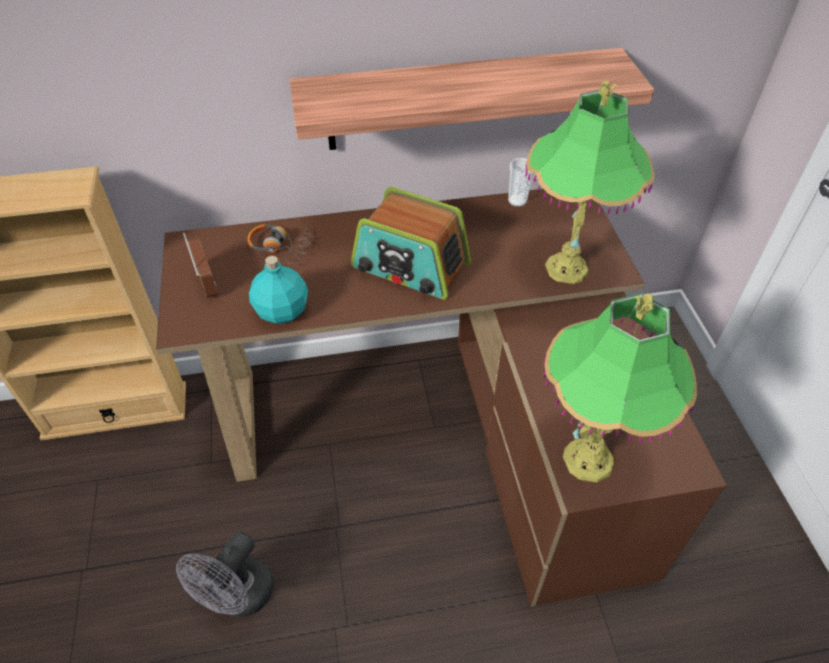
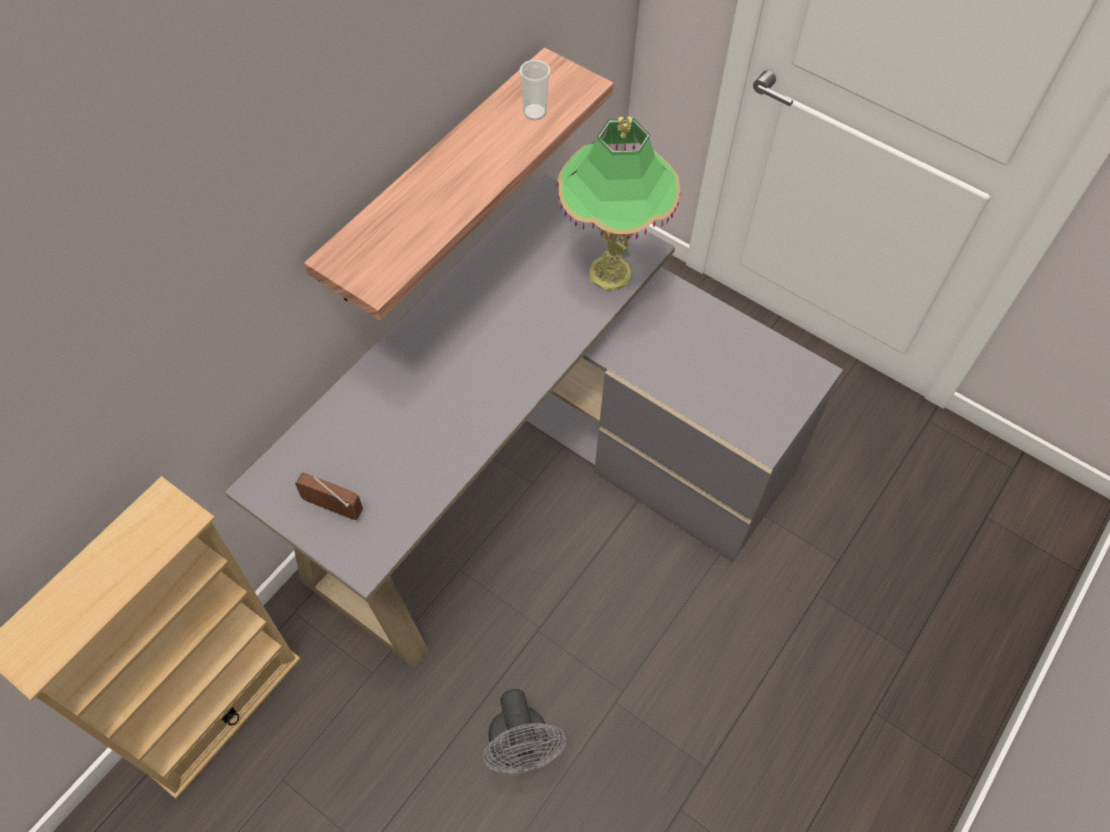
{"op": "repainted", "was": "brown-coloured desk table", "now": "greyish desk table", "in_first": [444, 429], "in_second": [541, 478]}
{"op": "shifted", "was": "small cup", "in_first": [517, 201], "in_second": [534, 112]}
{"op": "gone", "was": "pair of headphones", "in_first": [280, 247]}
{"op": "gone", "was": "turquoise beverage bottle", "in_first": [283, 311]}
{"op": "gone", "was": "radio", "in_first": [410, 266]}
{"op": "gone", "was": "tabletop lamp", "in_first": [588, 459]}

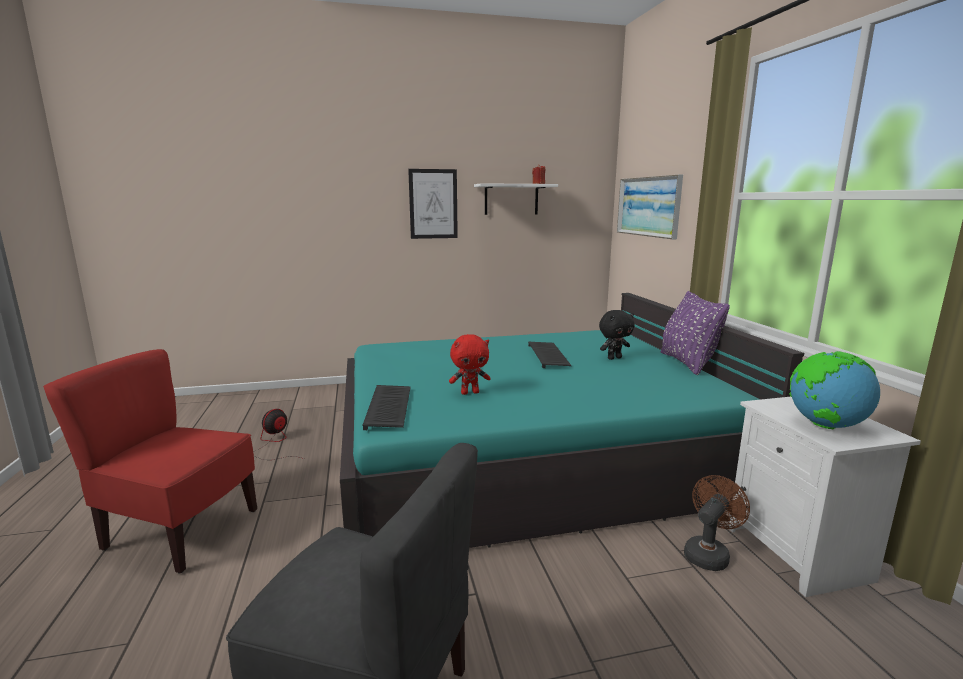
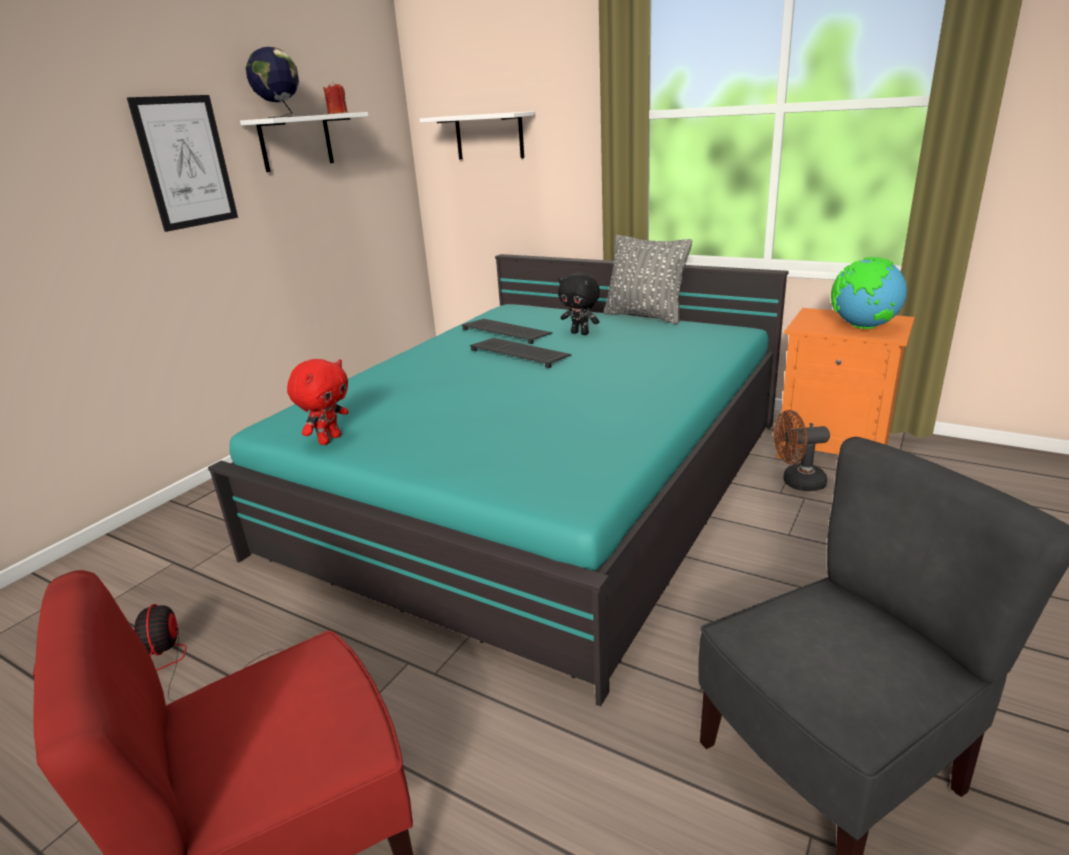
{"op": "new", "now": "desk globe", "in_second": [281, 117]}
{"op": "shifted", "was": "reddish soft toy", "in_first": [470, 392], "in_second": [329, 439]}
{"op": "swapped", "was": "wall art", "now": "white-coloured bracket shelf", "in_first": [648, 206], "in_second": [489, 136]}
{"op": "shifted", "was": "computer keyboard", "in_first": [389, 408], "in_second": [507, 332]}
{"op": "rotated", "was": "black-coloured soft toy", "in_first": [614, 358], "in_second": [580, 333], "clockwise": 105}
{"op": "repainted", "was": "purplish pillow", "now": "greyish pillow", "in_first": [687, 363], "in_second": [645, 316]}
{"op": "rotated", "was": "brown-coloured fan", "in_first": [708, 553], "in_second": [797, 483], "clockwise": -90}
{"op": "repainted", "was": "white-coloured nightstand", "now": "orange-coloured nightstand", "in_first": [800, 554], "in_second": [834, 450]}

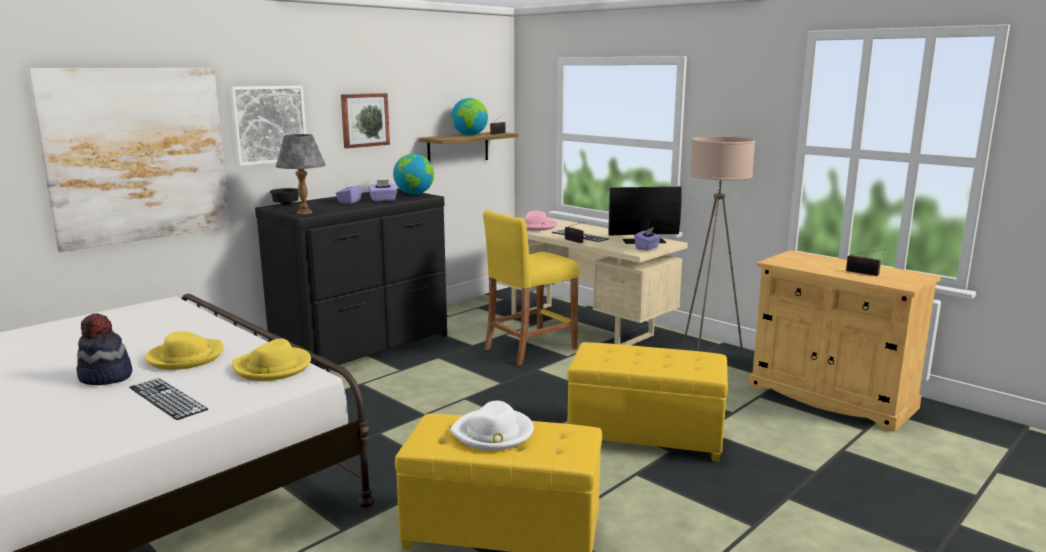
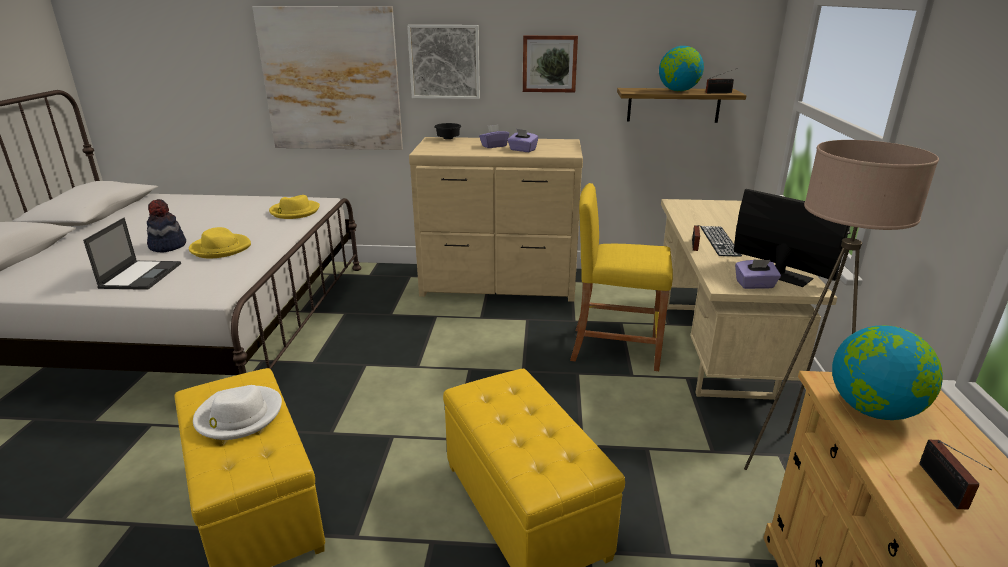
{"op": "swapped", "was": "computer keyboard", "now": "notebook computer", "in_first": [167, 398], "in_second": [141, 275]}
{"op": "shifted", "was": "yellow-coloured hat", "in_first": [272, 368], "in_second": [294, 211]}
{"op": "repainted", "was": "black-coloured dresser", "now": "beige dresser", "in_first": [364, 346], "in_second": [499, 284]}
{"op": "shifted", "was": "desk globe", "in_first": [414, 194], "in_second": [873, 410]}
{"op": "gone", "was": "greyish tabletop lamp", "in_first": [304, 213]}
{"op": "gone", "was": "pinkish hat", "in_first": [535, 226]}

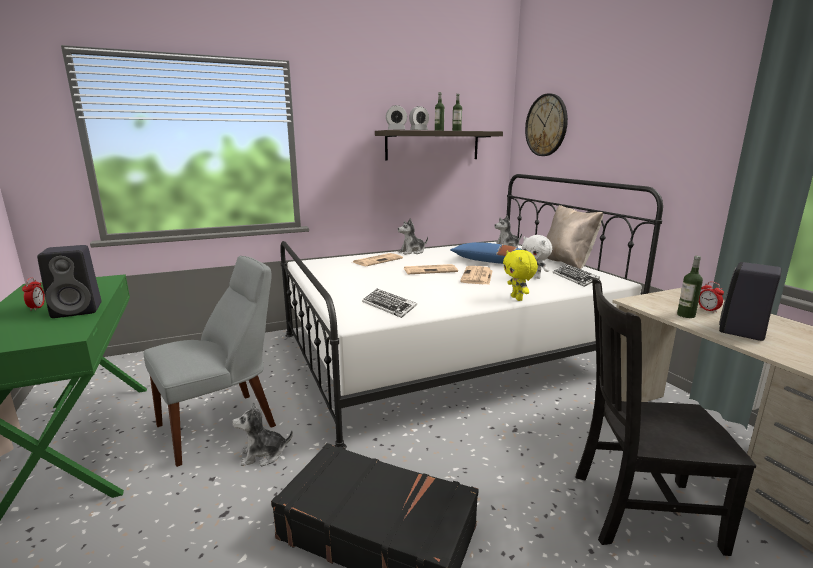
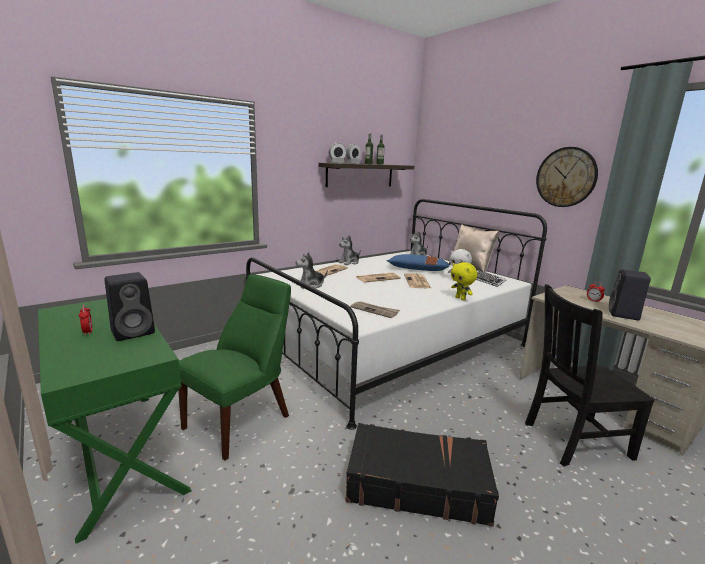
{"op": "repainted", "was": "greyish chair", "now": "green chair", "in_first": [222, 424], "in_second": [241, 420]}
{"op": "shifted", "was": "soft toy", "in_first": [263, 455], "in_second": [311, 285]}
{"op": "swapped", "was": "computer keyboard", "now": "printed paper", "in_first": [389, 307], "in_second": [375, 310]}
{"op": "shifted", "was": "wall clock", "in_first": [546, 125], "in_second": [566, 177]}
{"op": "gone", "was": "beverage bottle", "in_first": [686, 315]}

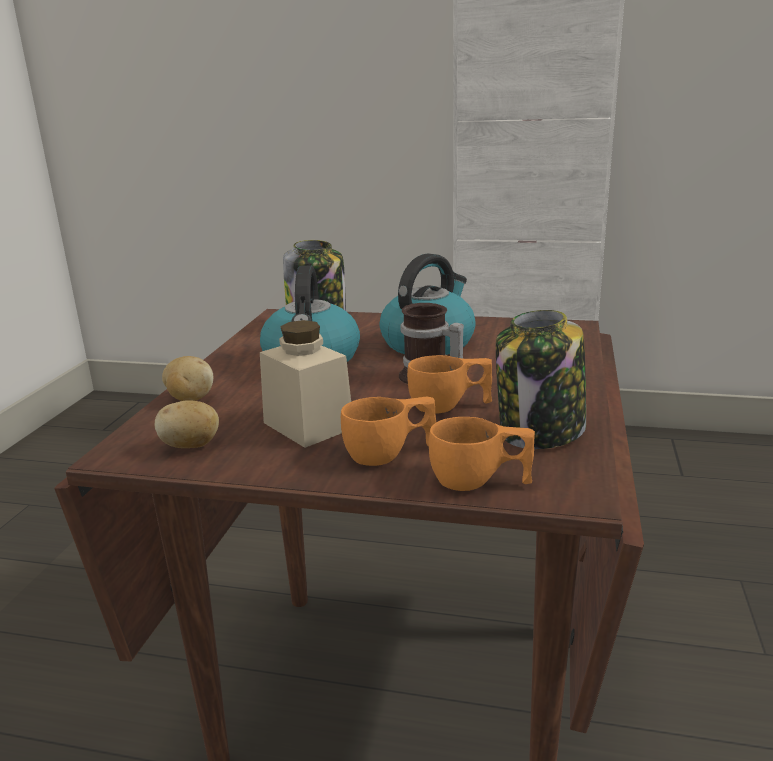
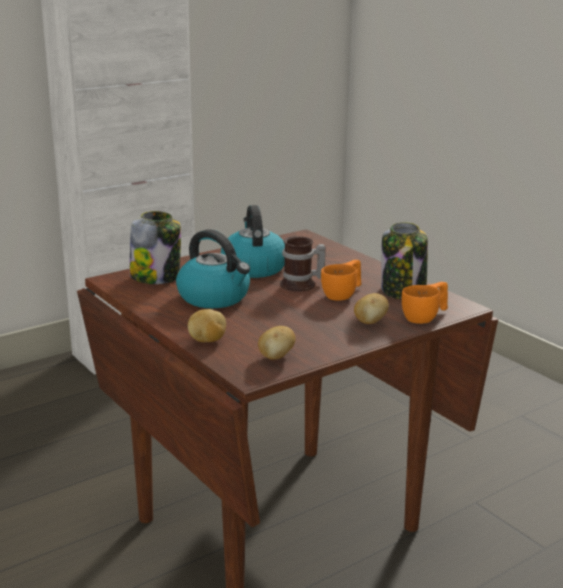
{"op": "swapped", "was": "orange-coloured small cup", "now": "whole potato", "in_first": [390, 454], "in_second": [370, 322]}
{"op": "gone", "was": "beige storage jar", "in_first": [308, 425]}

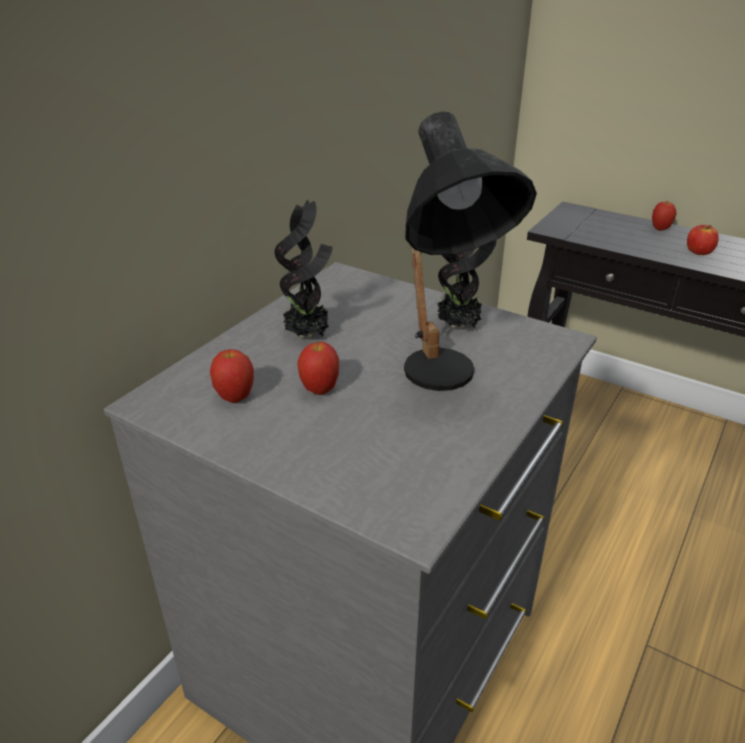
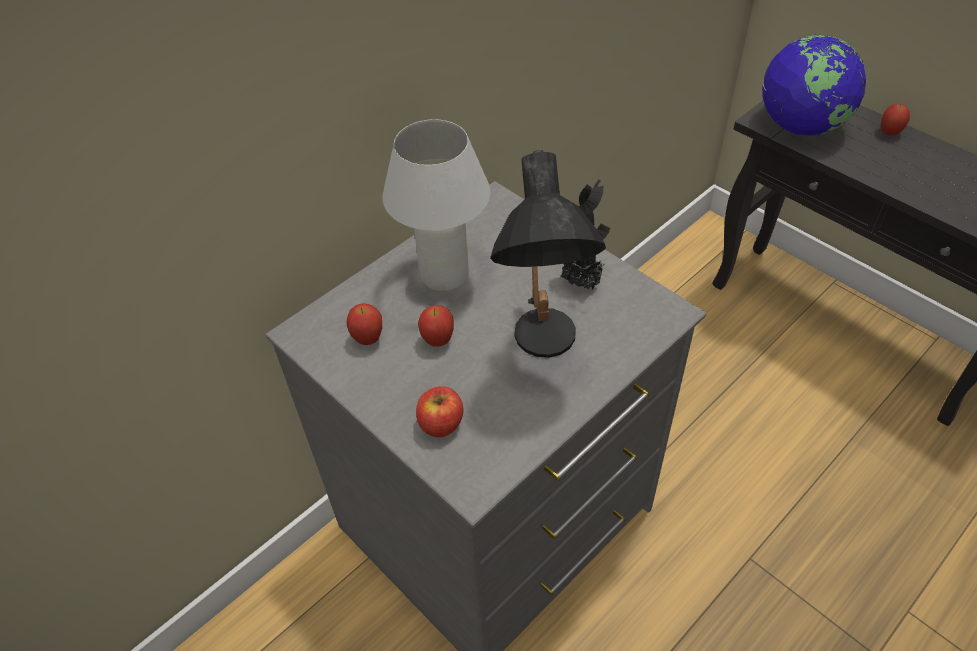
{"op": "swapped", "was": "potted plant", "now": "white-coloured tabletop lamp", "in_first": [308, 335], "in_second": [445, 276]}
{"op": "shifted", "was": "apple", "in_first": [699, 252], "in_second": [441, 423]}
{"op": "new", "now": "desk globe", "in_second": [801, 126]}

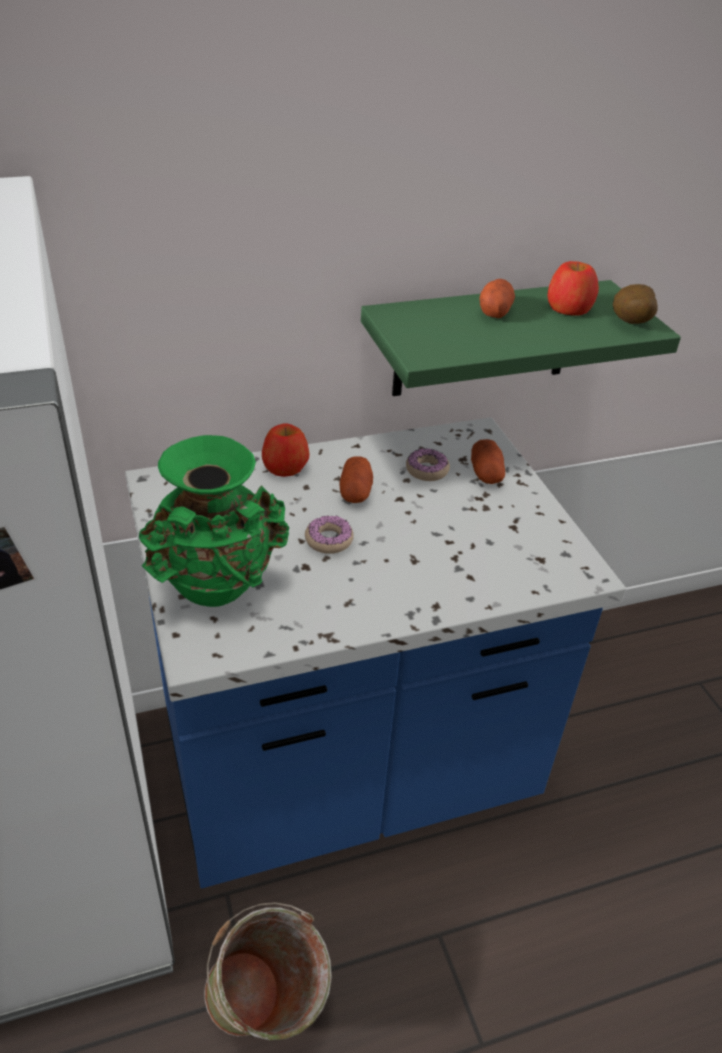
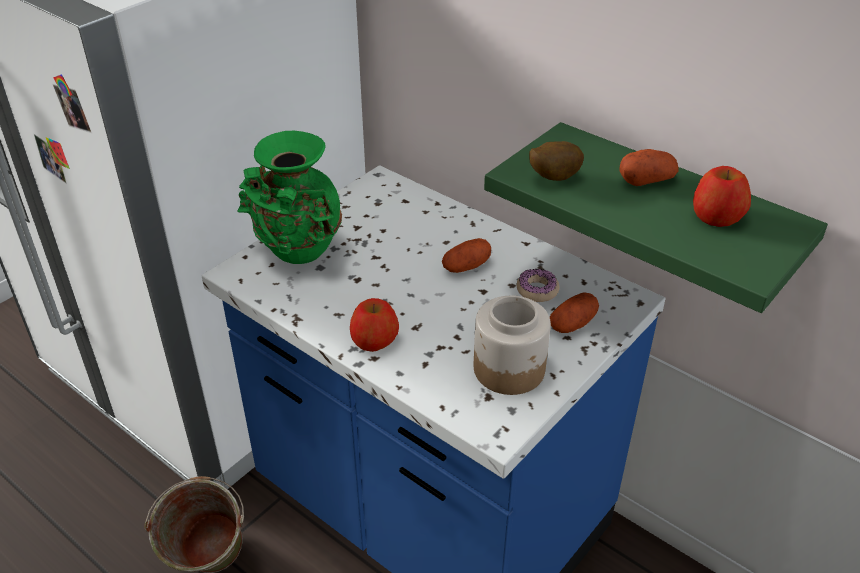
{"op": "shifted", "was": "apple", "in_first": [285, 467], "in_second": [374, 340]}
{"op": "new", "now": "storage jar", "in_second": [510, 369]}
{"op": "shifted", "was": "whole potato", "in_first": [629, 324], "in_second": [552, 178]}
{"op": "gone", "was": "doughnut", "in_first": [329, 540]}

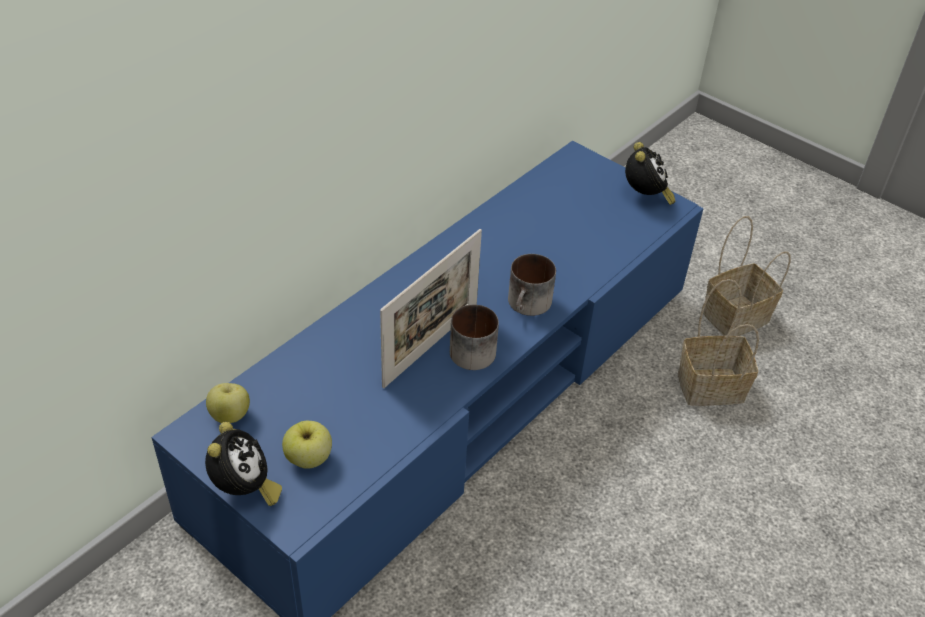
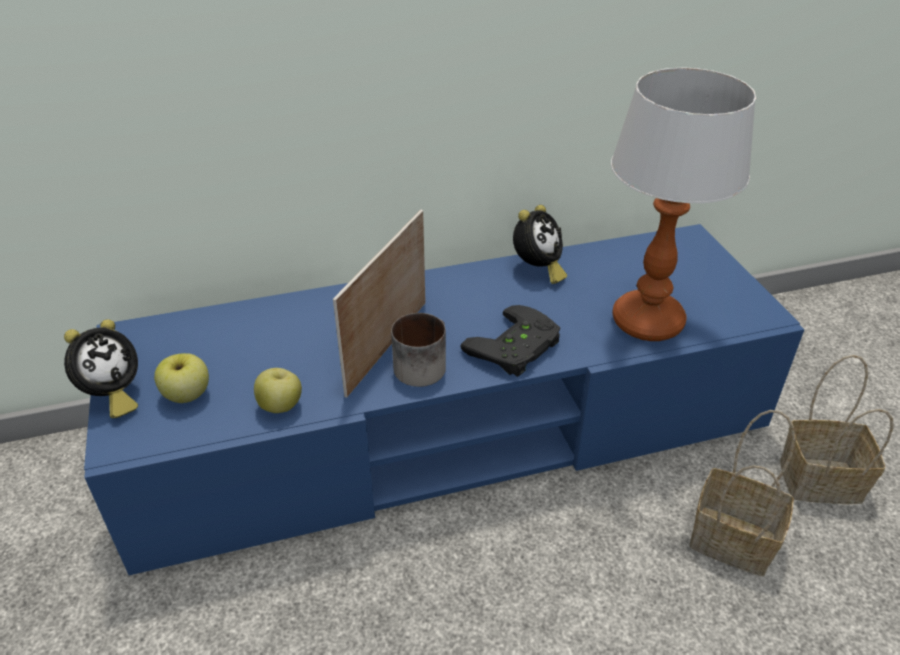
{"op": "shifted", "was": "apple", "in_first": [230, 416], "in_second": [280, 406]}
{"op": "rotated", "was": "standing frame", "in_first": [431, 345], "in_second": [387, 347], "clockwise": 135}
{"op": "swapped", "was": "tea mug", "now": "black-coloured game controller", "in_first": [529, 305], "in_second": [517, 349]}
{"op": "shifted", "was": "bedside clock", "in_first": [645, 197], "in_second": [537, 270]}
{"op": "new", "now": "tabletop lamp", "in_second": [646, 322]}

